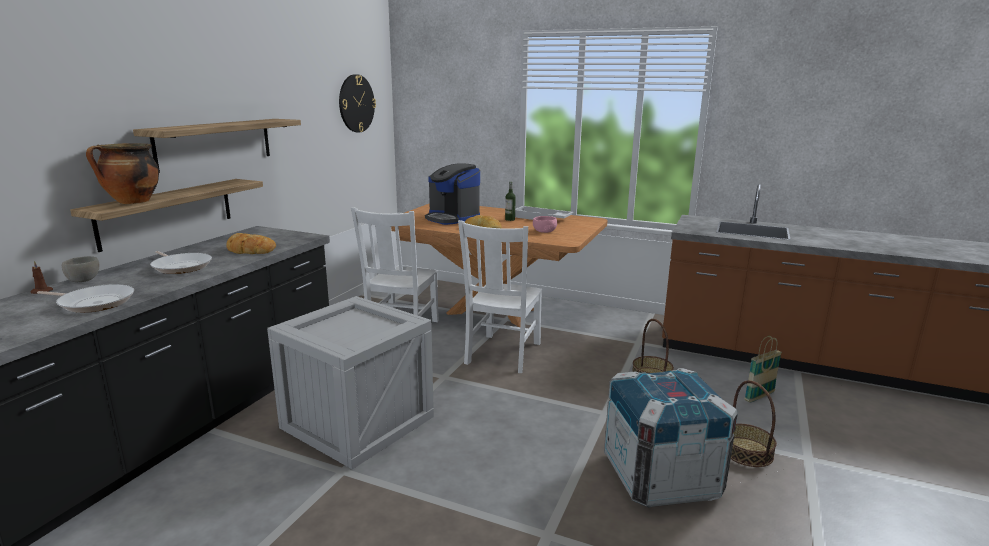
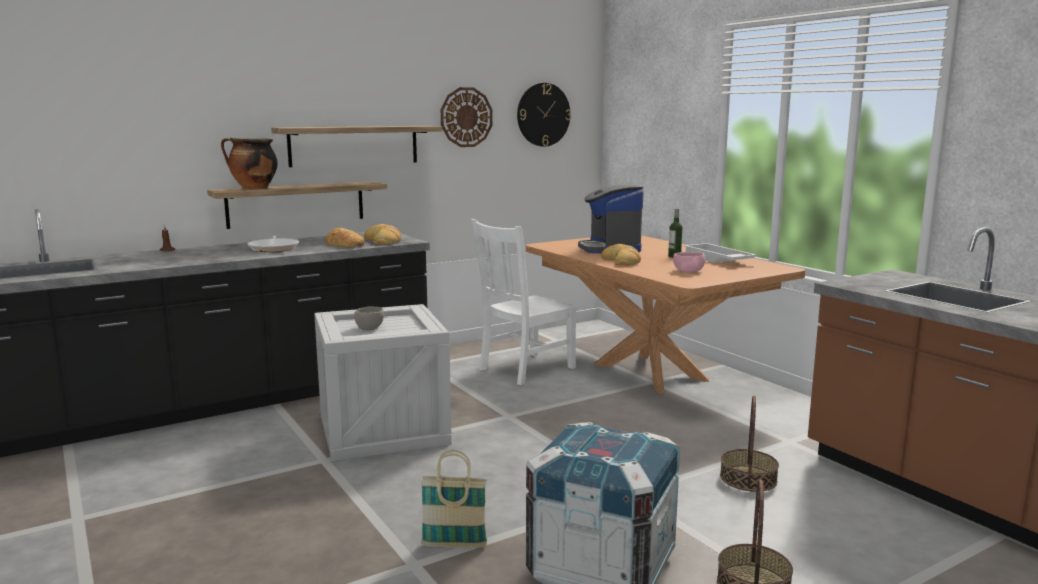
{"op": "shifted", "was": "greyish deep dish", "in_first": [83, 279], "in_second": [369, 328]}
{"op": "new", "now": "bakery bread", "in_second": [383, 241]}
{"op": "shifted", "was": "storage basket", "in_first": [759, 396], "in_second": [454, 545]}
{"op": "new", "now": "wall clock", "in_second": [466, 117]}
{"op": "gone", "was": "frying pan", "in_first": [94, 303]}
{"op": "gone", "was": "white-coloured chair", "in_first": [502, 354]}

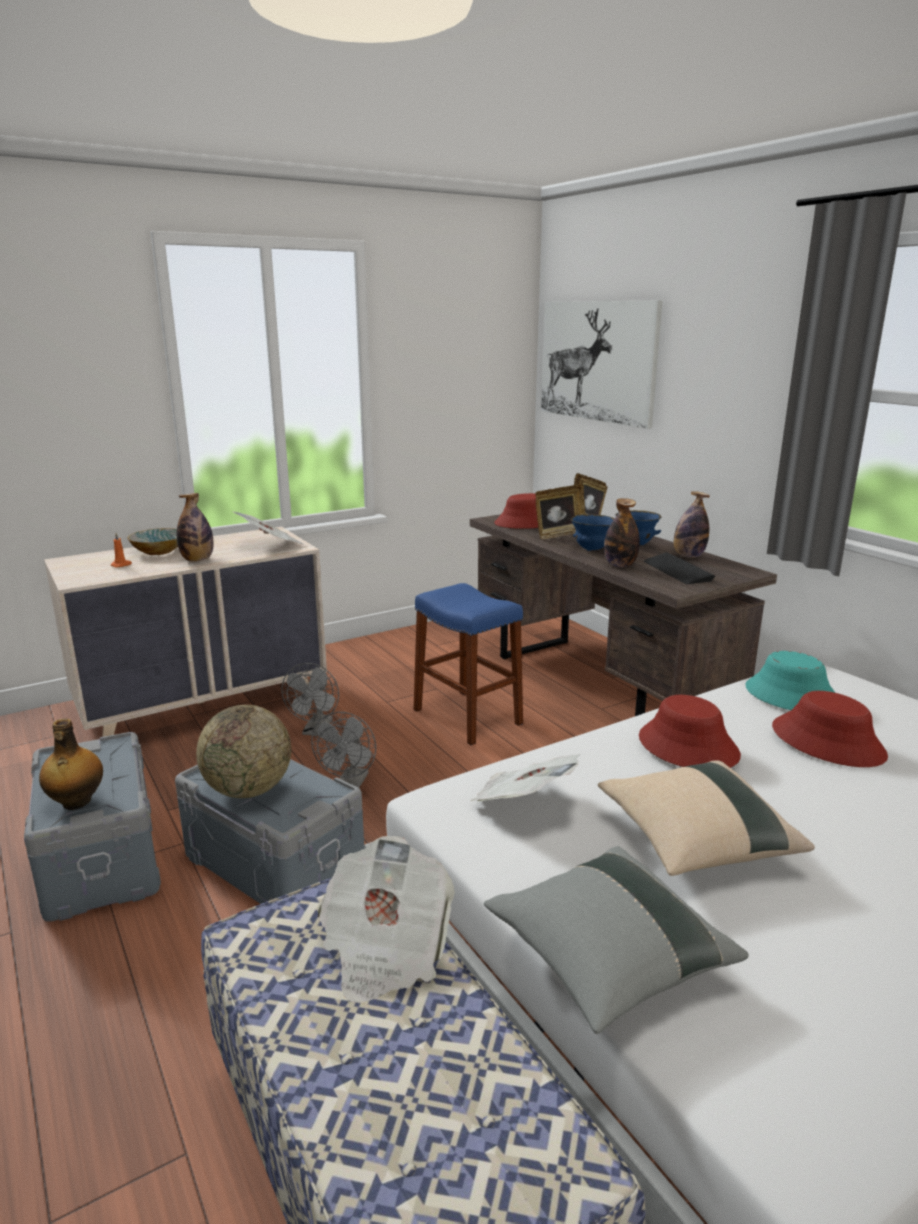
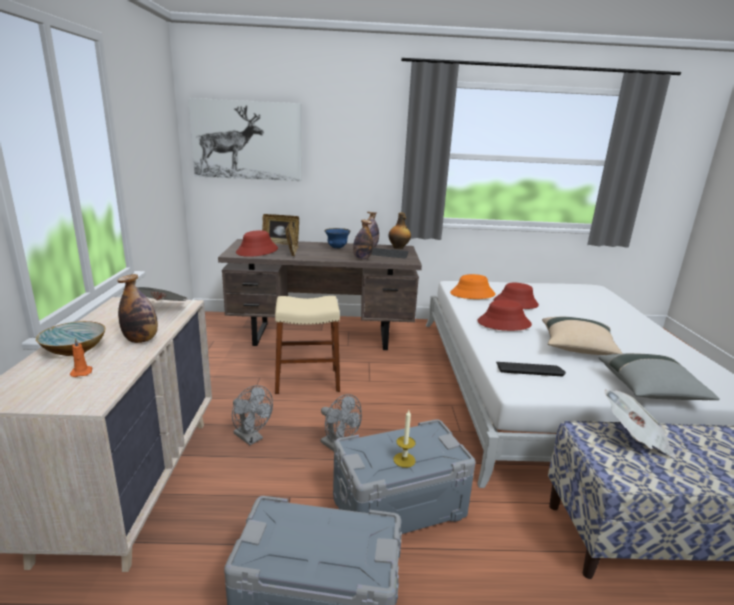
{"op": "repainted", "was": "blue-coloured sitting stool", "now": "beige sitting stool", "in_first": [467, 717], "in_second": [307, 381]}
{"op": "shifted", "was": "beverage bottle", "in_first": [76, 803], "in_second": [398, 248]}
{"op": "swapped", "was": "desk globe", "now": "candle", "in_first": [248, 790], "in_second": [404, 460]}
{"op": "repainted", "was": "turquoise hat", "now": "orange-coloured hat", "in_first": [791, 696], "in_second": [472, 294]}
{"op": "swapped", "was": "printed paper", "now": "computer keyboard", "in_first": [523, 803], "in_second": [529, 369]}
{"op": "gone", "was": "blue-coloured deep dish", "in_first": [592, 550]}

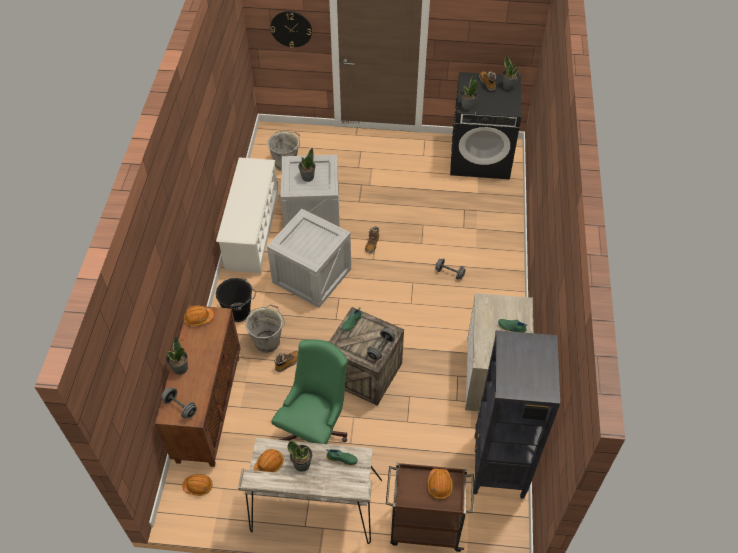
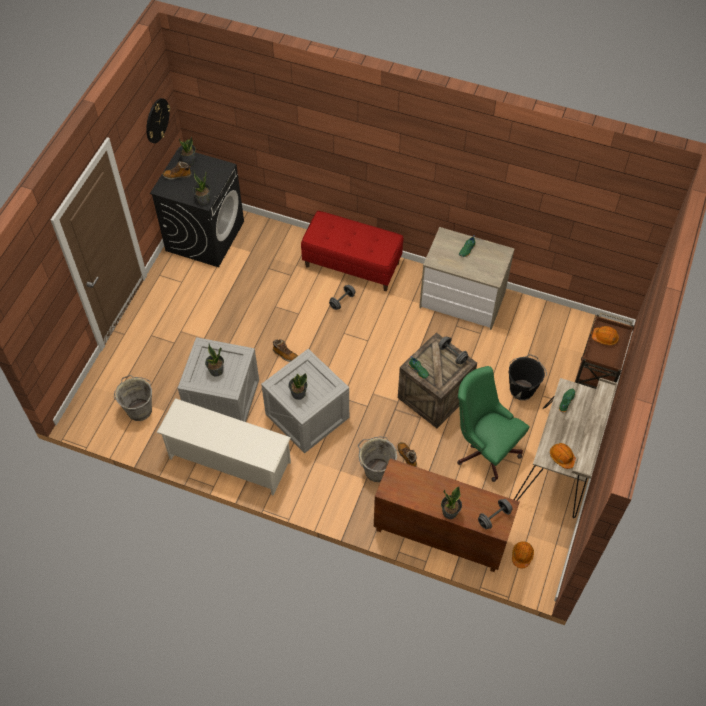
{"op": "shifted", "was": "wall clock", "in_first": [291, 28], "in_second": [157, 120]}
{"op": "shifted", "was": "potted plant", "in_first": [302, 463], "in_second": [298, 393]}
{"op": "new", "now": "reddish indoor bench", "in_second": [352, 264]}
{"op": "shifted", "was": "black-coloured water bucket", "in_first": [239, 312], "in_second": [522, 389]}
{"op": "gone", "was": "orange-coloured work helmet", "in_first": [198, 318]}
{"op": "gone", "was": "black-coloured shelving unit", "in_first": [498, 467]}

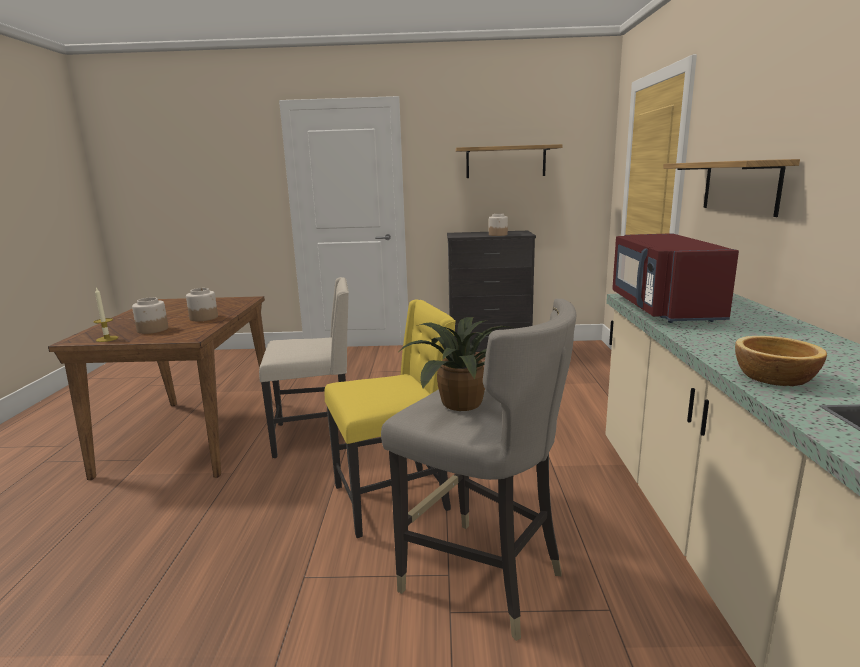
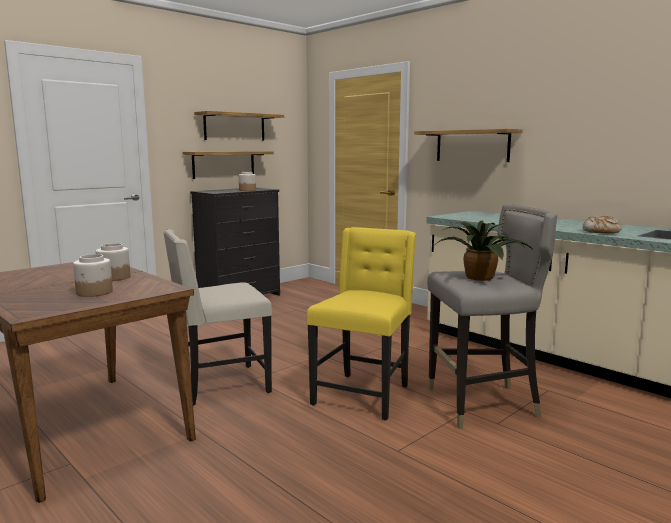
{"op": "rotated", "was": "beige chair", "in_first": [316, 436], "in_second": [221, 385], "clockwise": -150}
{"op": "new", "now": "bracket shelf", "in_second": [223, 164]}
{"op": "swapped", "was": "deep dish", "now": "bakery bread", "in_first": [773, 378], "in_second": [601, 232]}
{"op": "gone", "was": "candle", "in_first": [107, 339]}
{"op": "gone", "was": "reddish kitchen microwave", "in_first": [662, 308]}

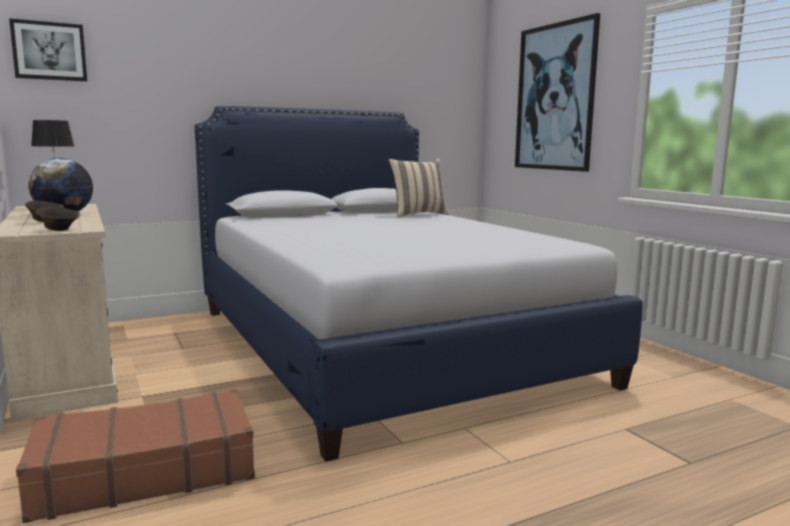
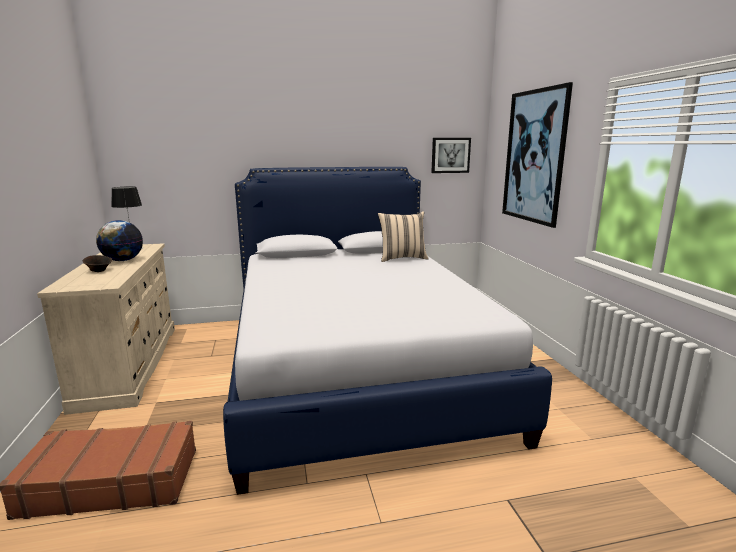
{"op": "shifted", "was": "wall art", "in_first": [49, 51], "in_second": [450, 155]}
{"op": "gone", "was": "brown-coloured deep dish", "in_first": [59, 230]}

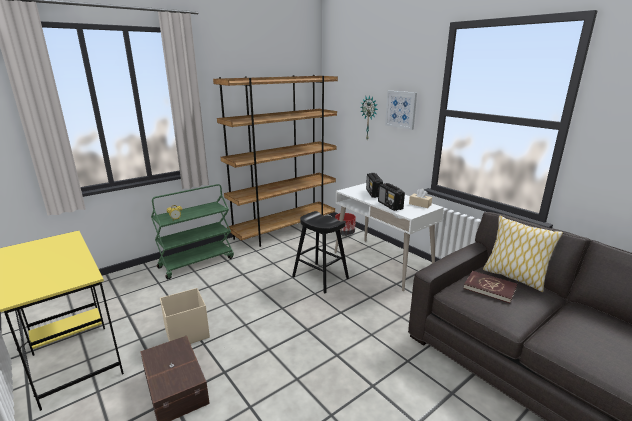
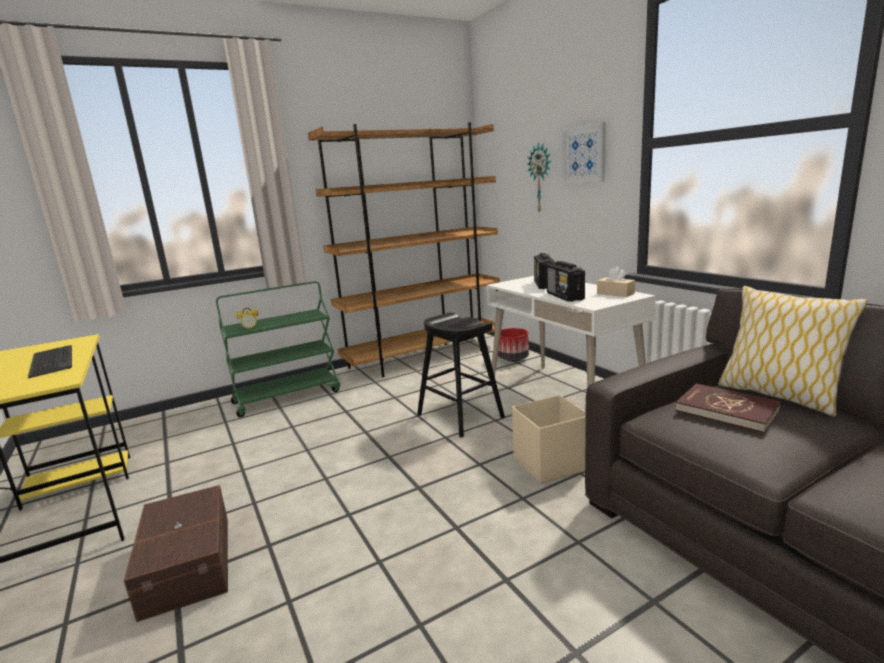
{"op": "new", "now": "computer keyboard", "in_second": [51, 362]}
{"op": "shifted", "was": "beige storage container", "in_first": [186, 333], "in_second": [549, 464]}

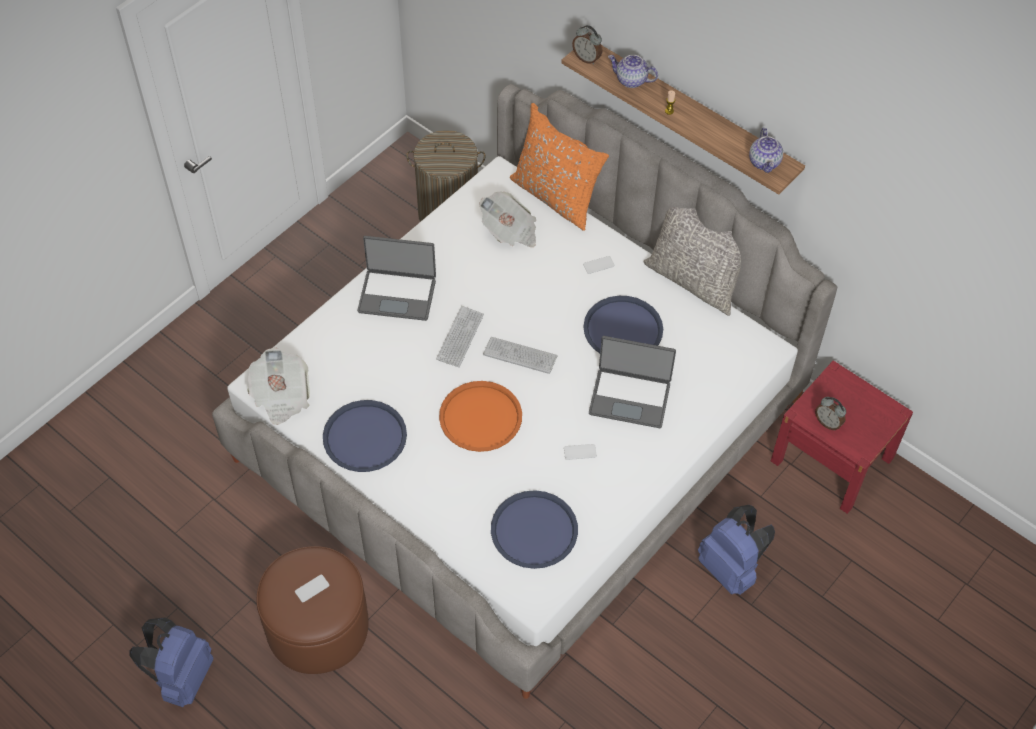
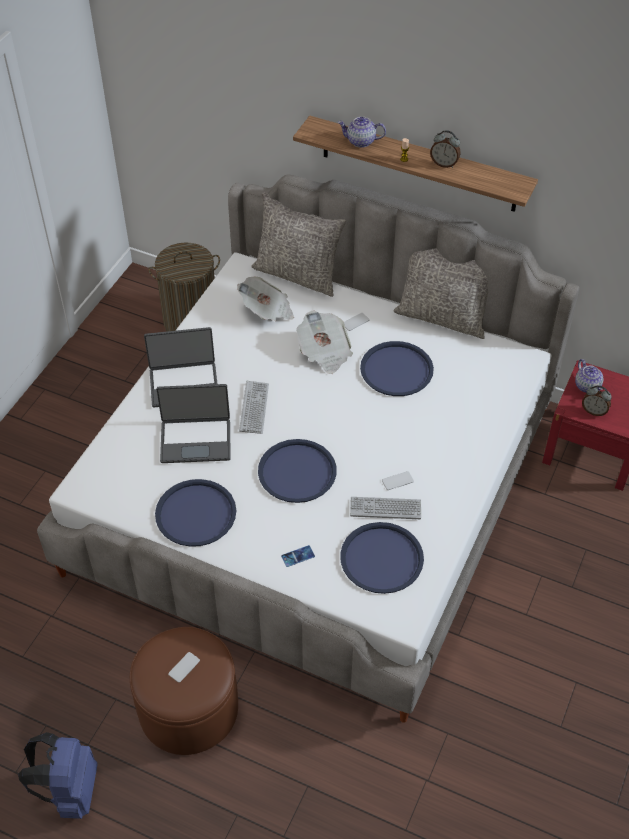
{"op": "shifted", "was": "notebook computer", "in_first": [630, 397], "in_second": [196, 440]}
{"op": "repainted", "was": "orange-coloured pillow", "now": "greyish pillow", "in_first": [556, 197], "in_second": [298, 274]}
{"op": "repainted", "was": "orange-coloured carrying tray", "now": "blue-coloured carrying tray", "in_first": [480, 417], "in_second": [297, 472]}
{"op": "new", "now": "handset", "in_second": [298, 556]}
{"op": "shifted", "was": "printed paper", "in_first": [281, 396], "in_second": [324, 353]}
{"op": "shifted", "was": "computer keyboard", "in_first": [520, 355], "in_second": [385, 508]}
{"op": "shifted", "was": "bedside clock", "in_first": [587, 58], "in_second": [444, 164]}
{"op": "shifted", "was": "tea pot", "in_first": [765, 162], "in_second": [587, 386]}
{"op": "gone", "was": "blue-coloured backpack", "in_first": [731, 568]}

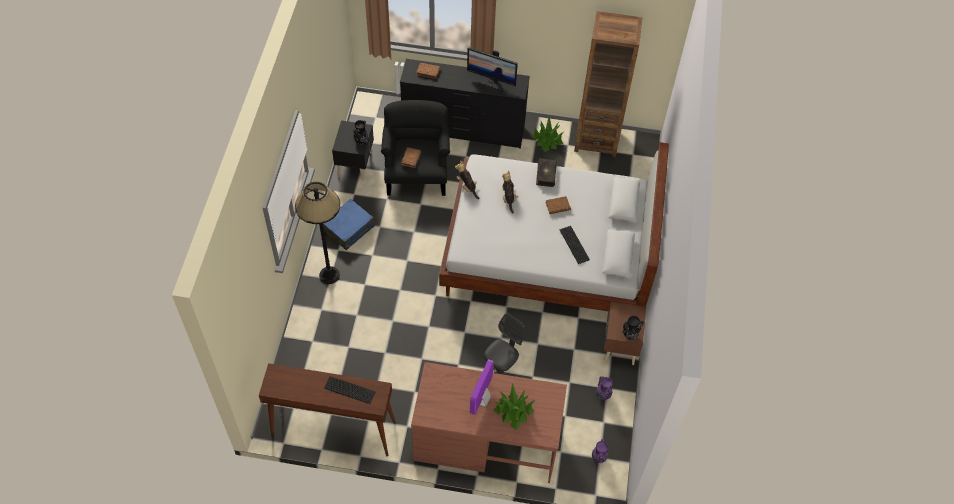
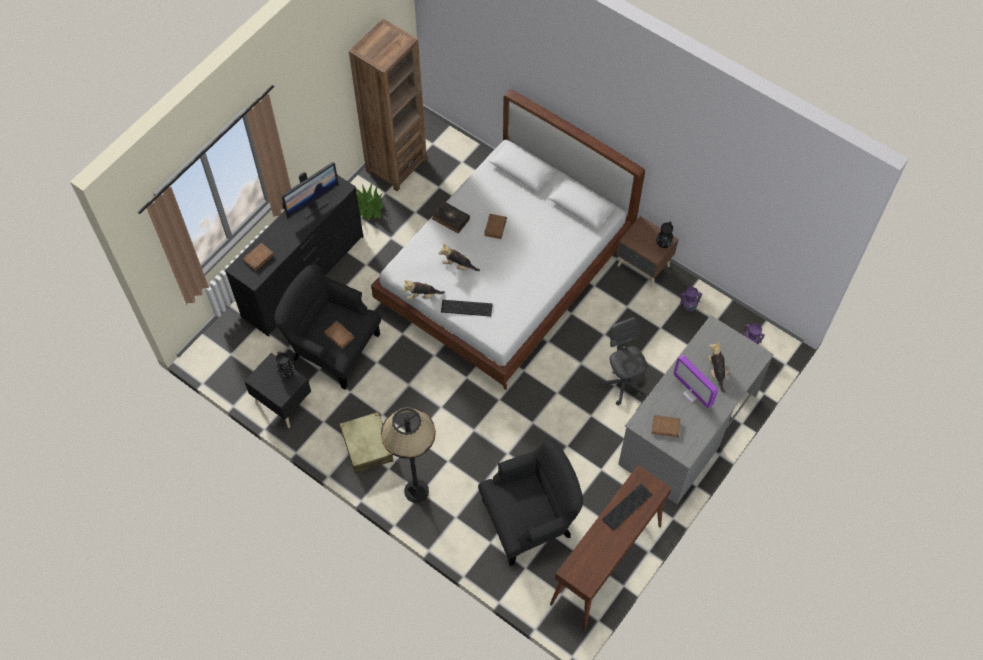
{"op": "repainted", "was": "blue-coloured piece of luggage", "now": "beige piece of luggage", "in_first": [349, 229], "in_second": [367, 446]}
{"op": "shifted", "was": "computer keyboard", "in_first": [574, 244], "in_second": [466, 308]}
{"op": "new", "now": "black-coloured easy chair", "in_second": [530, 519]}
{"op": "repainted", "was": "brown-coloured desk table", "now": "greyish desk table", "in_first": [486, 441], "in_second": [687, 429]}
{"op": "new", "now": "brown-coloured volume", "in_second": [666, 427]}
{"op": "swapped", "was": "potted plant", "now": "soft toy", "in_first": [513, 410], "in_second": [716, 372]}

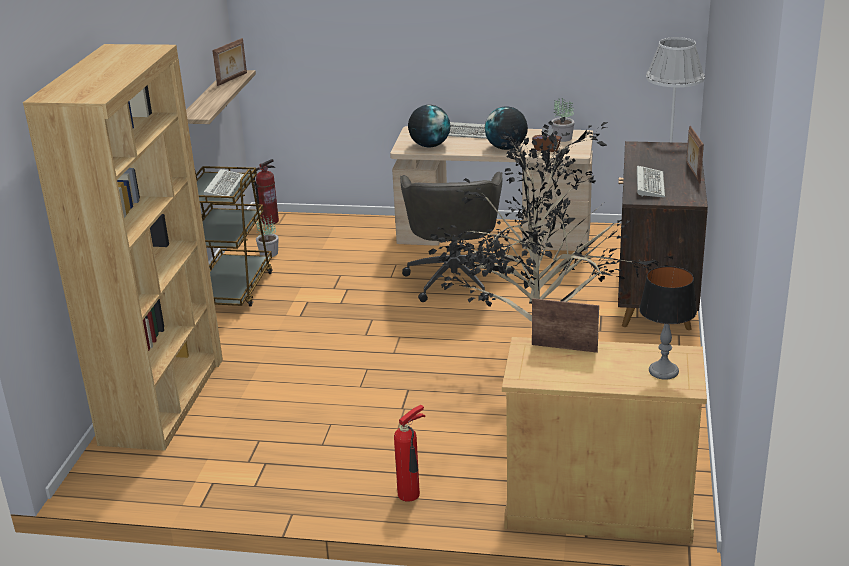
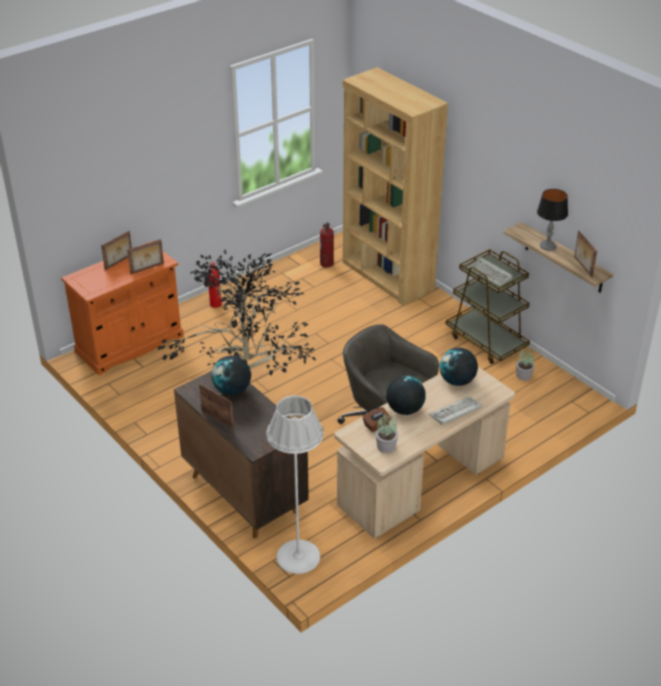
{"op": "repainted", "was": "beige storage cabinet", "now": "orange-coloured storage cabinet", "in_first": [598, 507], "in_second": [130, 344]}
{"op": "new", "now": "standing frame", "in_second": [119, 262]}
{"op": "swapped", "was": "computer keyboard", "now": "desk globe", "in_first": [649, 184], "in_second": [232, 390]}
{"op": "shifted", "was": "extinguisher", "in_first": [269, 221], "in_second": [327, 264]}
{"op": "shifted", "was": "tabletop lamp", "in_first": [663, 371], "in_second": [547, 246]}

